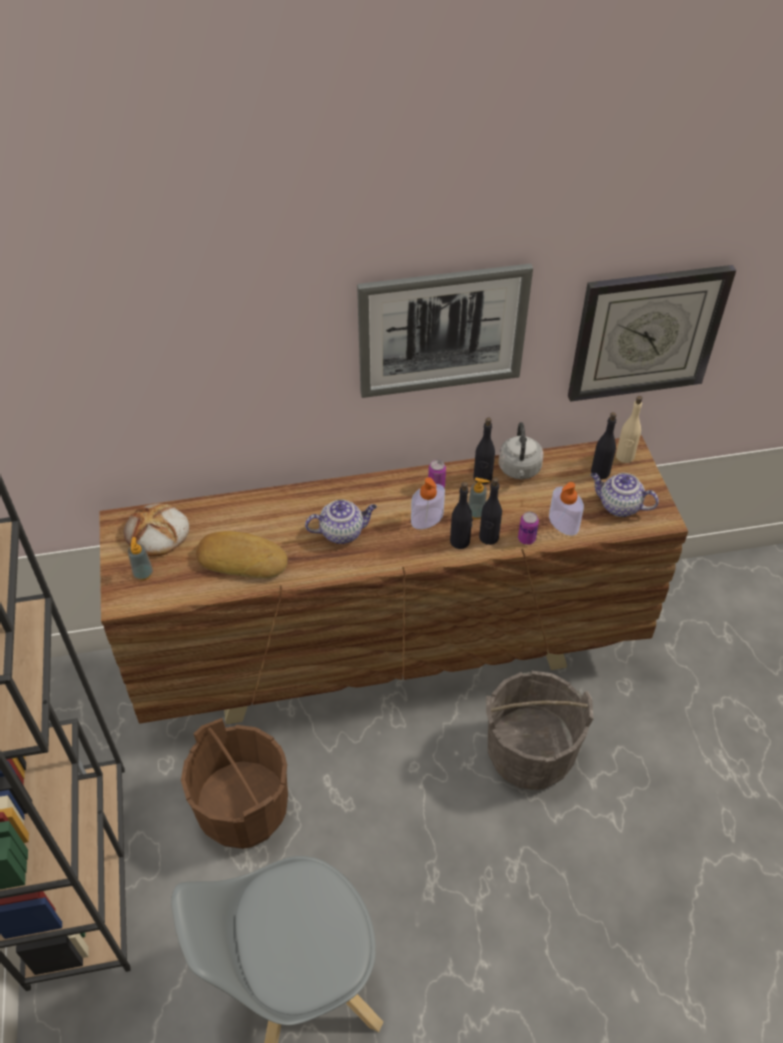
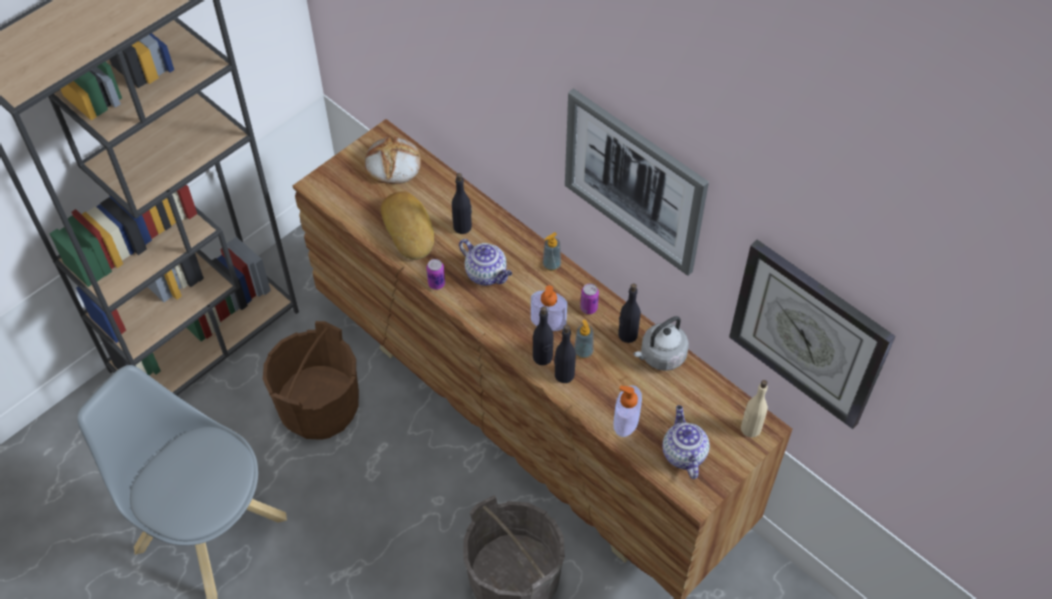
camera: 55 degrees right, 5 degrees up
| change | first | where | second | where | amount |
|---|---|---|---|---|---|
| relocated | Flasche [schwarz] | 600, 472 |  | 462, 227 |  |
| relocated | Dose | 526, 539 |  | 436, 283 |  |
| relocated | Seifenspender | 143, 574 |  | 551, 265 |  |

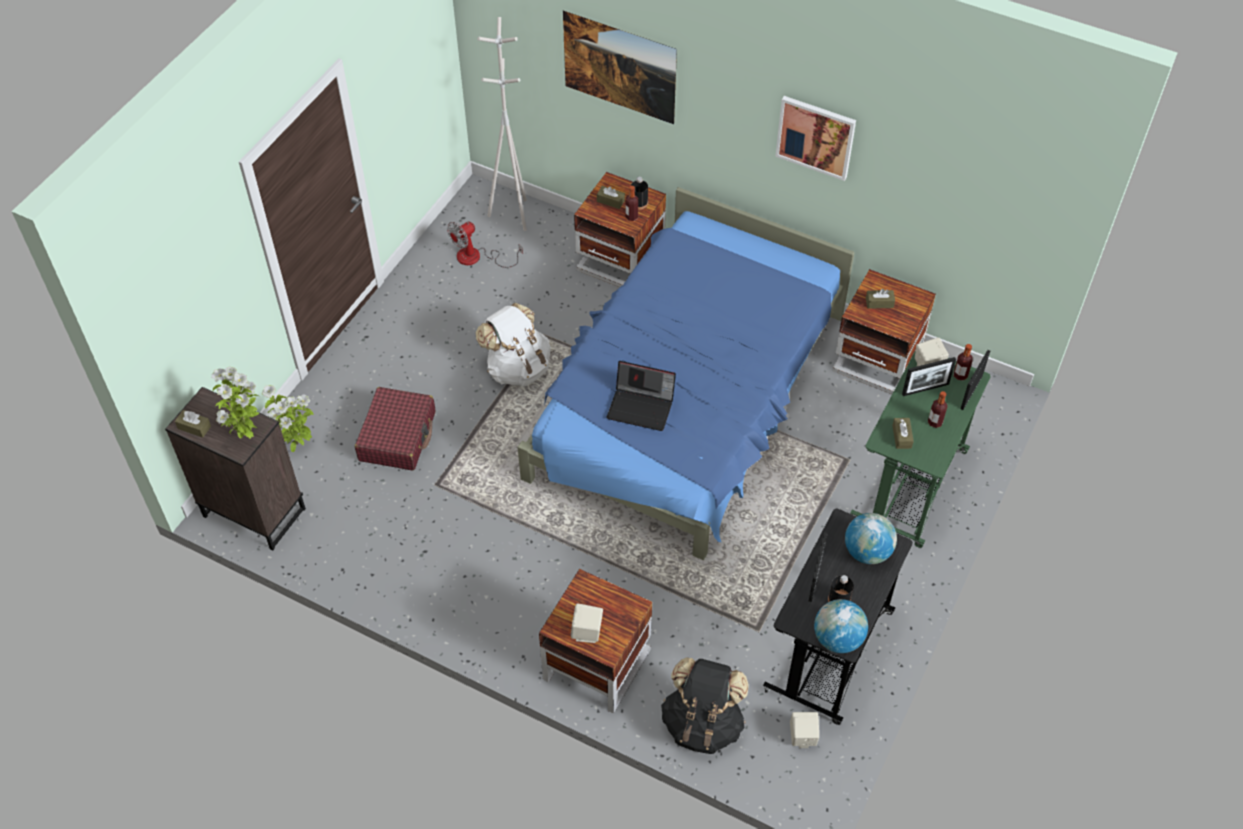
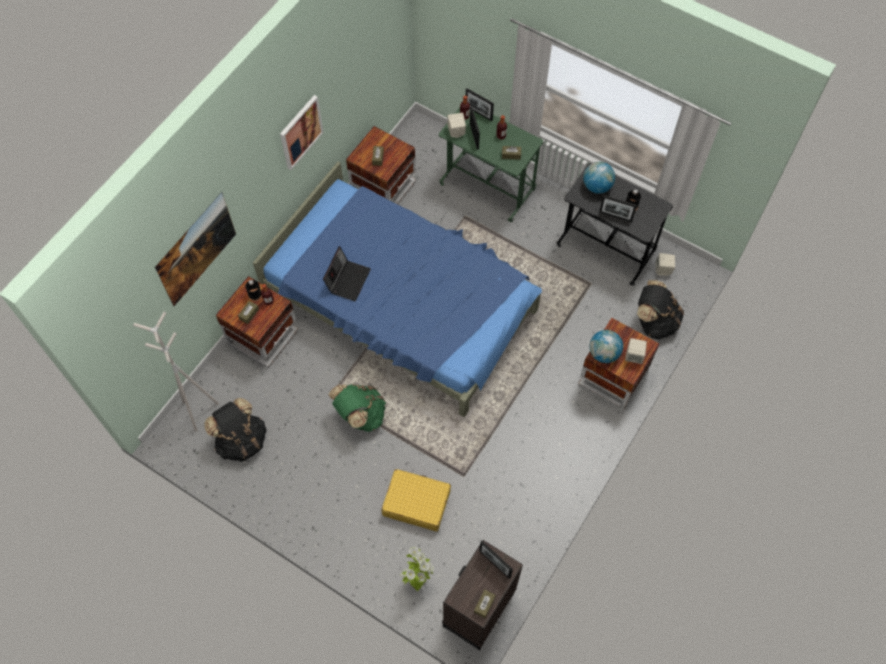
camera: 85 degrees left, 10 degrees up
| change | first | where | second | where | amount |
|---|---|---|---|---|---|
| exchanged | Ventilator | 477, 258 | Rucksack [schwarz] | 241, 440 |  |
| colour | Rucksack [weiß] | 517, 367 | Rucksack [grün] | 360, 415 |  |
| relocated | Laptop | 641, 407 |  | 348, 279 |  |
| exchanged | Topfpflanze | 245, 435 | Bilderrahmen | 495, 564 |  |
| colour | Koffer [rot] | 398, 436 | Koffer [gelb] | 416, 503 |  |
| relocated | Globus | 837, 638 |  | 603, 353 |  |

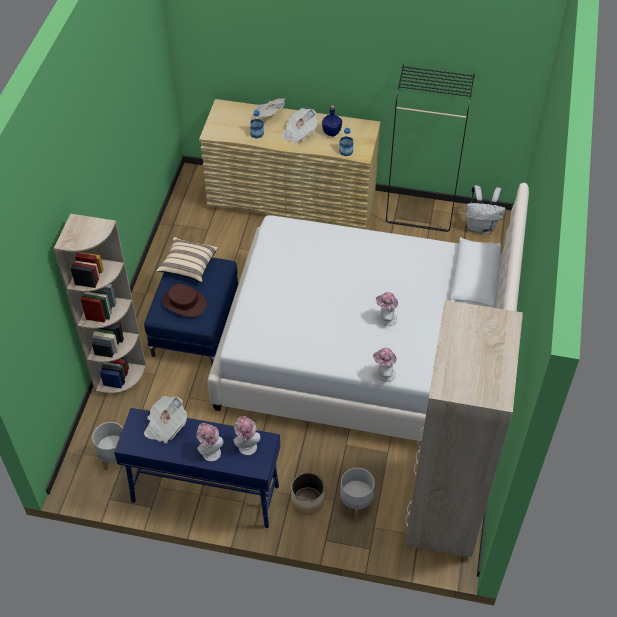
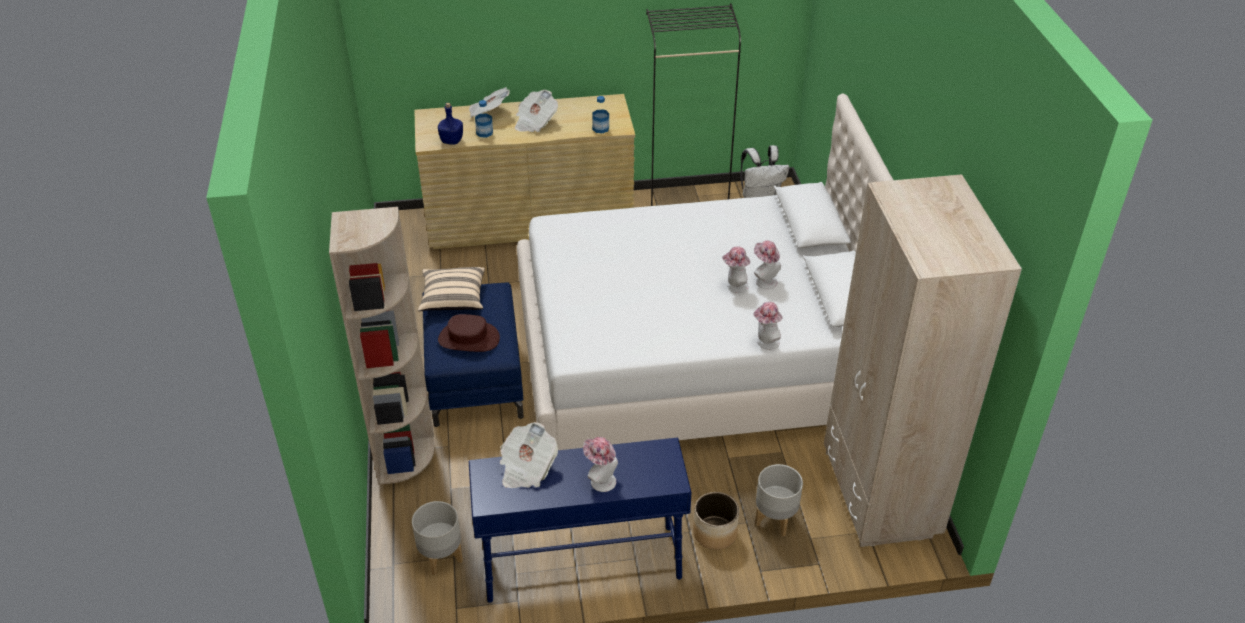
camera: 20 degrees left, 10 degrees down
| change | first | where | second | where | amount |
|---|---|---|---|---|---|
| relocated | Flasche [blau] | 331, 132 |  | 451, 141 |  |
| relocated | Hut | 246, 444 |  | 764, 280 |  |

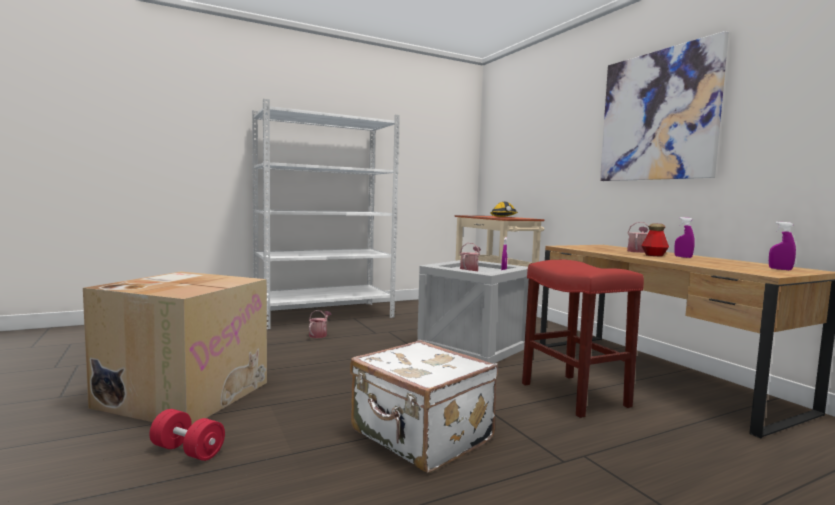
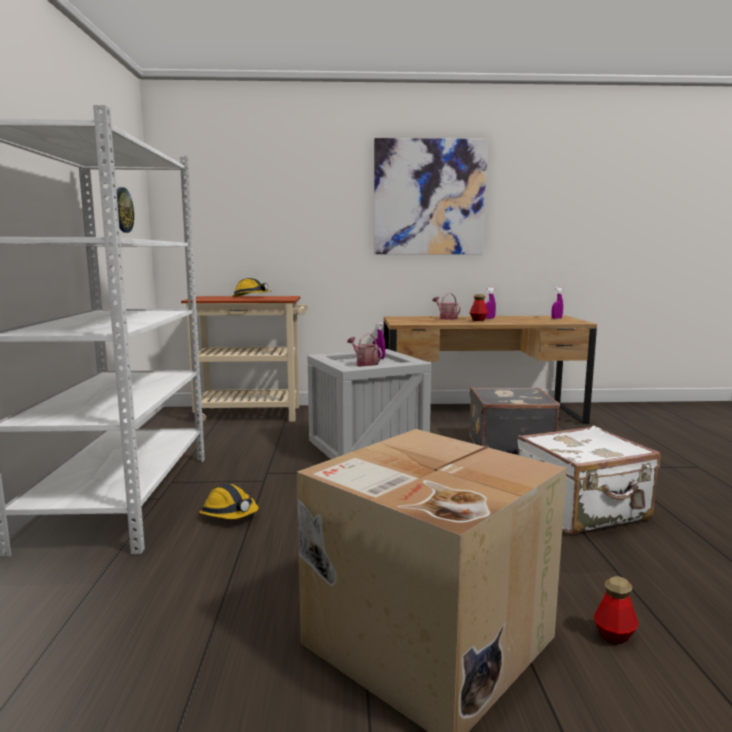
camera: 65 degrees left, 5 degrees up
| change | first | where | second | where | amount |
|---|---|---|---|---|---|
| exchanged | Hocker [rot] | 572, 394 | Koffer [grau] | 508, 444 |  |
| exchanged | Gießkanne | 319, 334 | Schutzhelm | 230, 514 |  |
| exchanged | Hantel [rot] | 188, 451 | Flasche | 614, 635 |  |
| appeared |  |  | Wanduhr | 122, 210 |  |

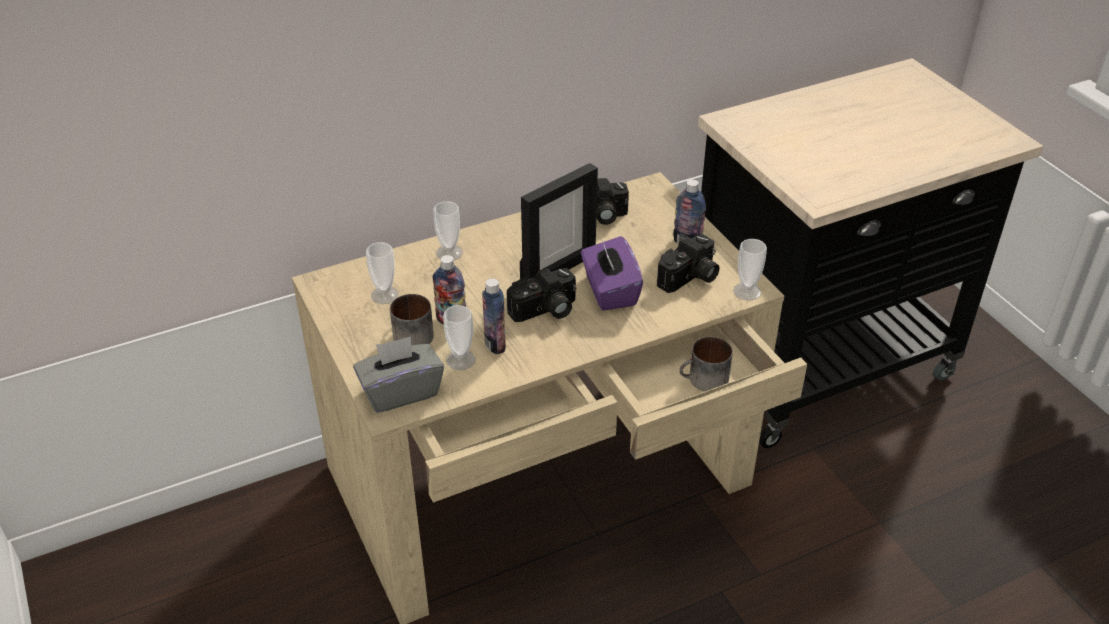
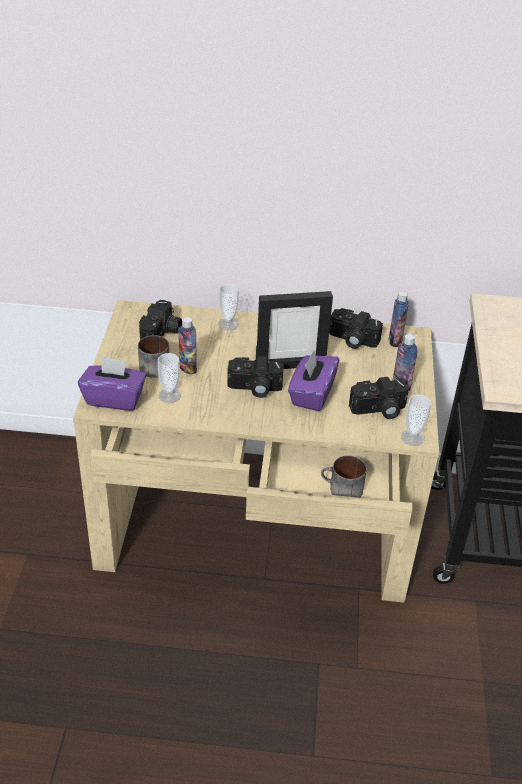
camera: 30 degrees right, 0 degrees up
| change | first | where | second | where | amount |
|---|---|---|---|---|---|
| exchanged | Tasse | 384, 295 | Kamera | 162, 334 |  |
| relocated | Flasche | 495, 344 |  | 395, 341 |  |
| colour | Taschentuchbox [grau] | 401, 392 | Taschentuchbox [lila] | 114, 398 |  |

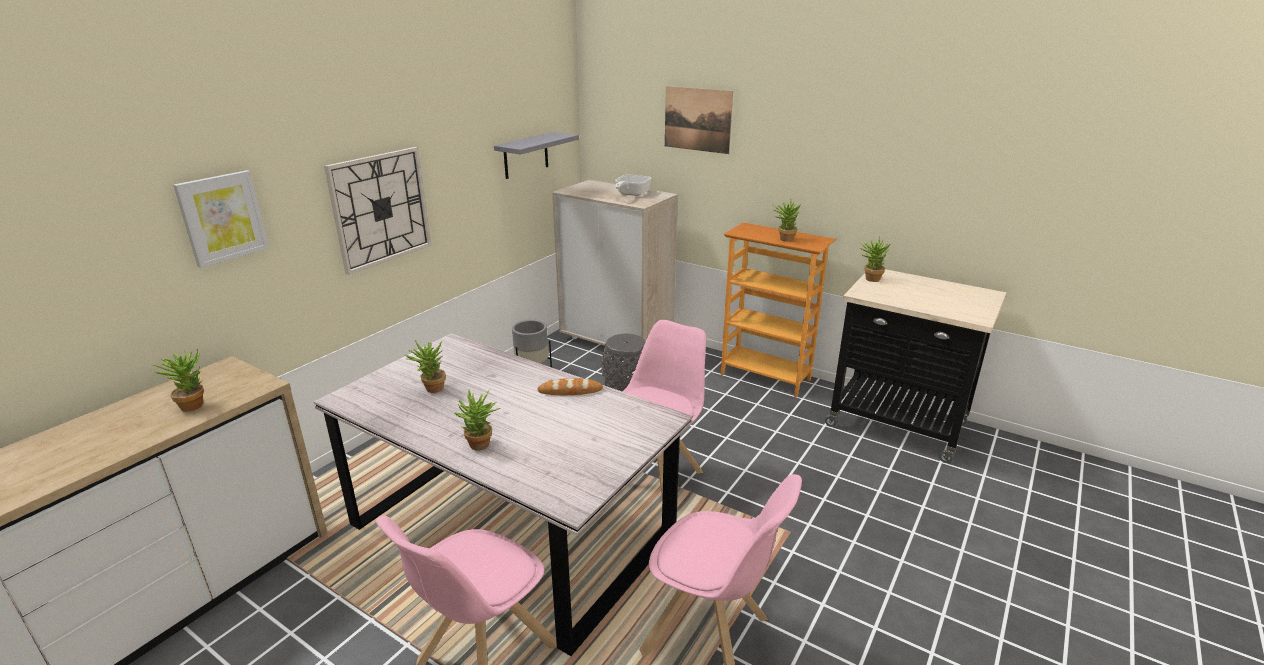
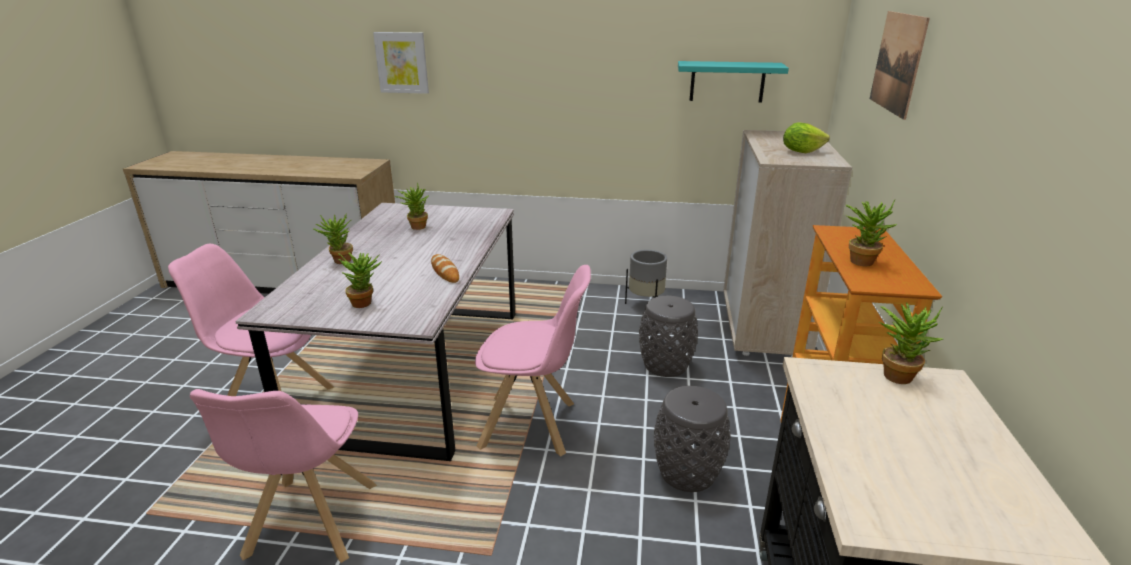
camera: 65 degrees right, 0 degrees up
| change | first | where | second | where | amount |
|---|---|---|---|---|---|
| colour | Wandregal [grau] | 526, 155 | Wandregal [türkis] | 727, 81 |  |
| missing | Wanduhr | 381, 208 |  |  |  |
| exchanged | Pfanne | 631, 194 | Salatkopf | 801, 151 |  |
| relocated | Topfpflanze | 193, 404 |  | 365, 302 |  |
| appeared |  |  | Hocker [grau] | 687, 472 |  |

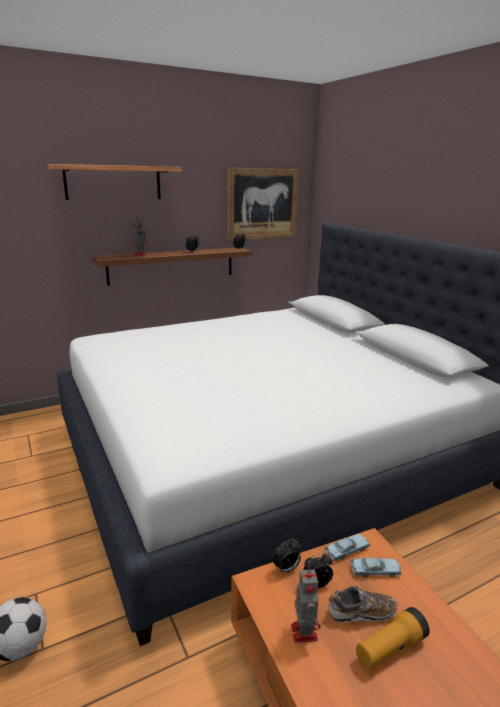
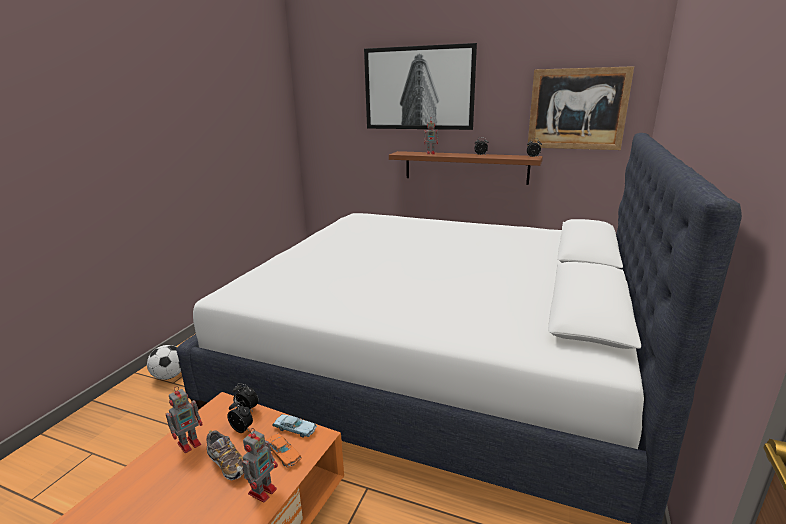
camera: 50 degrees right, 0 degrees up
| change | first | where | second | where | amount |
|---|---|---|---|---|---|
| exchanged | Wandregal | 113, 182 | Bild | 419, 88 |  |
| colour | Spielzeugauto [blau] | 375, 571 | Spielzeugauto [orange] | 283, 453 |  |
| missing | Taschenlampe | 390, 648 |  |  |  |
| appeared |  |  | Spielzeugroboter | 263, 490 |  |

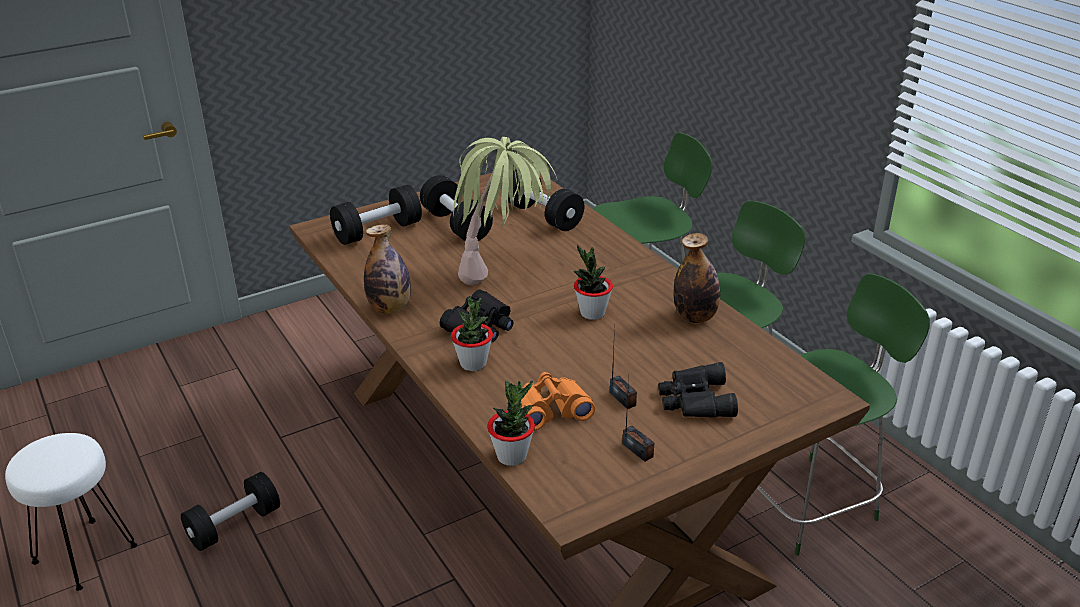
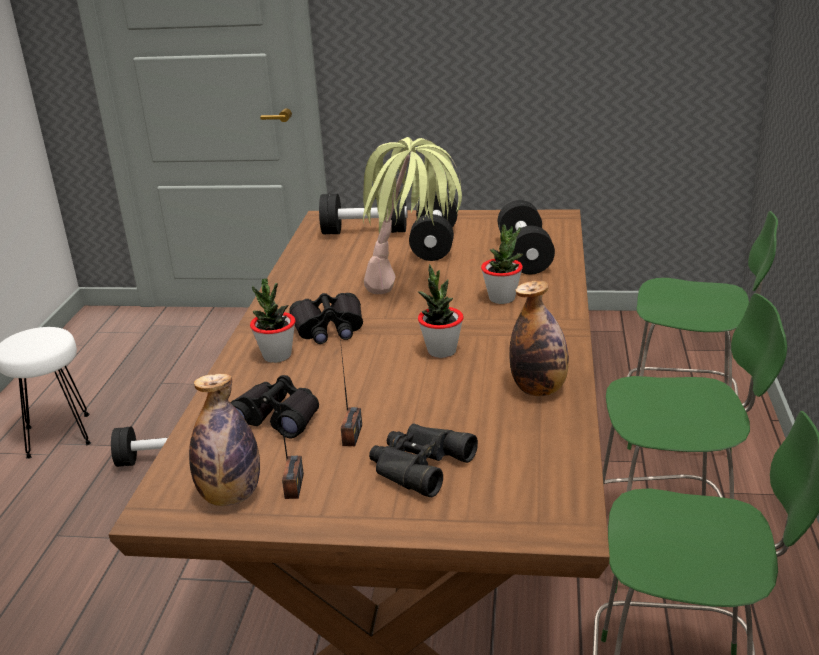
camera: 40 degrees right, 5 degrees down
| change | first | where | second | where | amount |
|---|---|---|---|---|---|
| relocated | Flasche | 390, 308 |  | 230, 496 |  |
| colour | Fernglas [orange] | 551, 410 | Fernglas [schwarz] | 278, 418 |  |
| relocated | Topfpflanze | 512, 456 |  | 502, 298 |  |

